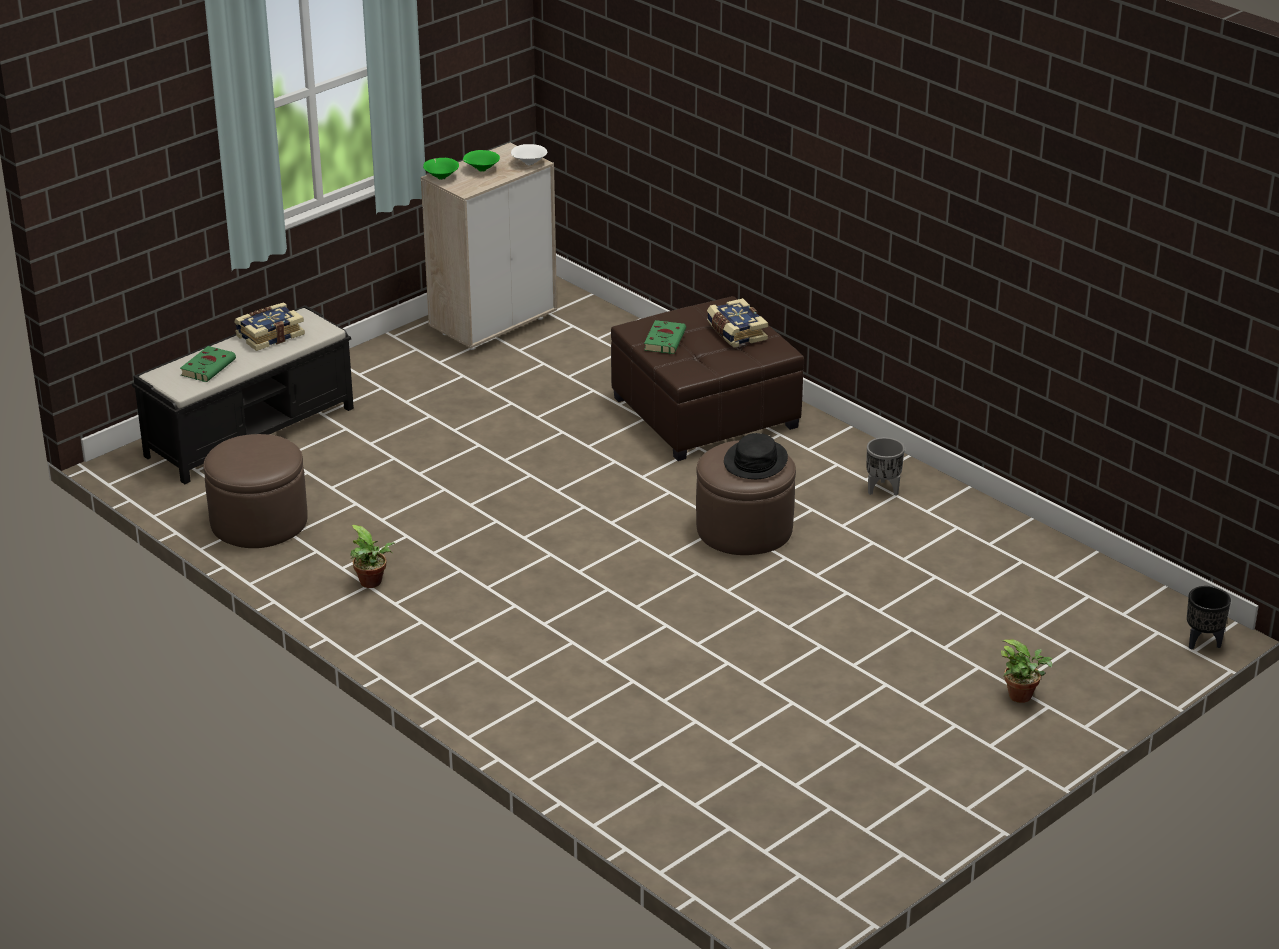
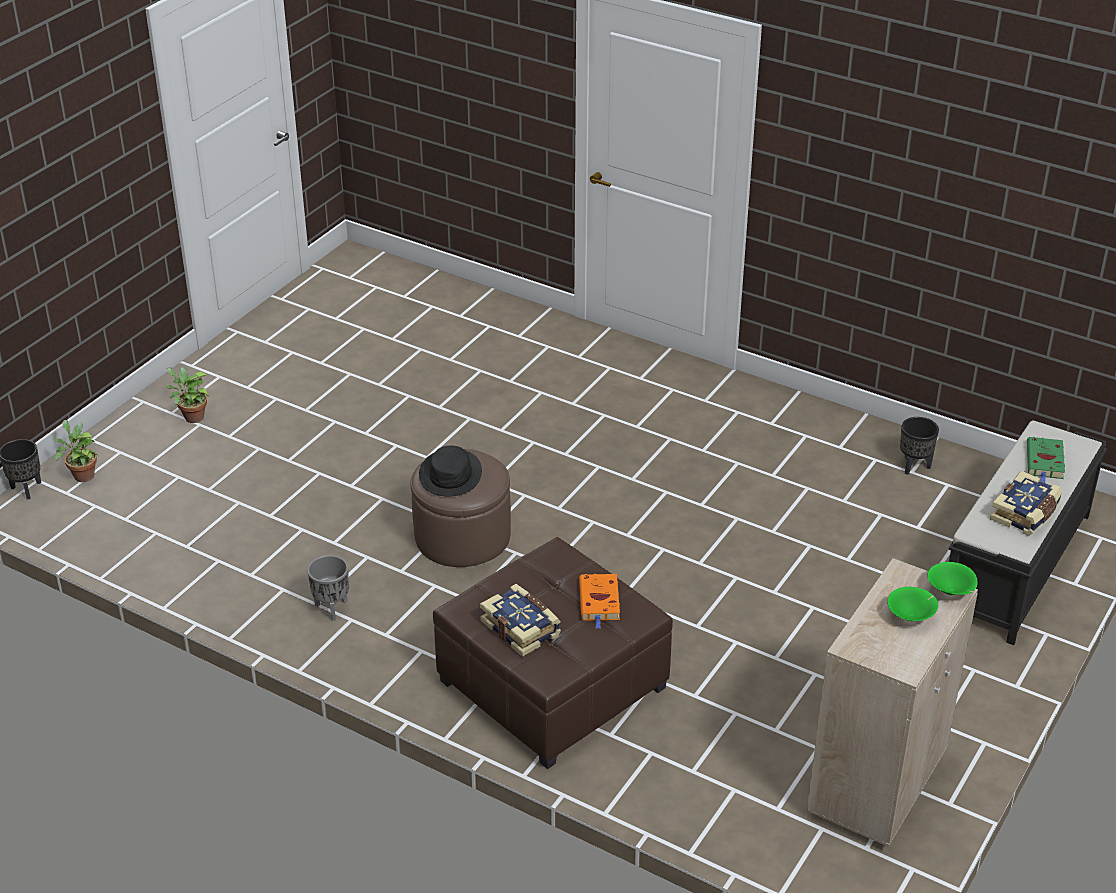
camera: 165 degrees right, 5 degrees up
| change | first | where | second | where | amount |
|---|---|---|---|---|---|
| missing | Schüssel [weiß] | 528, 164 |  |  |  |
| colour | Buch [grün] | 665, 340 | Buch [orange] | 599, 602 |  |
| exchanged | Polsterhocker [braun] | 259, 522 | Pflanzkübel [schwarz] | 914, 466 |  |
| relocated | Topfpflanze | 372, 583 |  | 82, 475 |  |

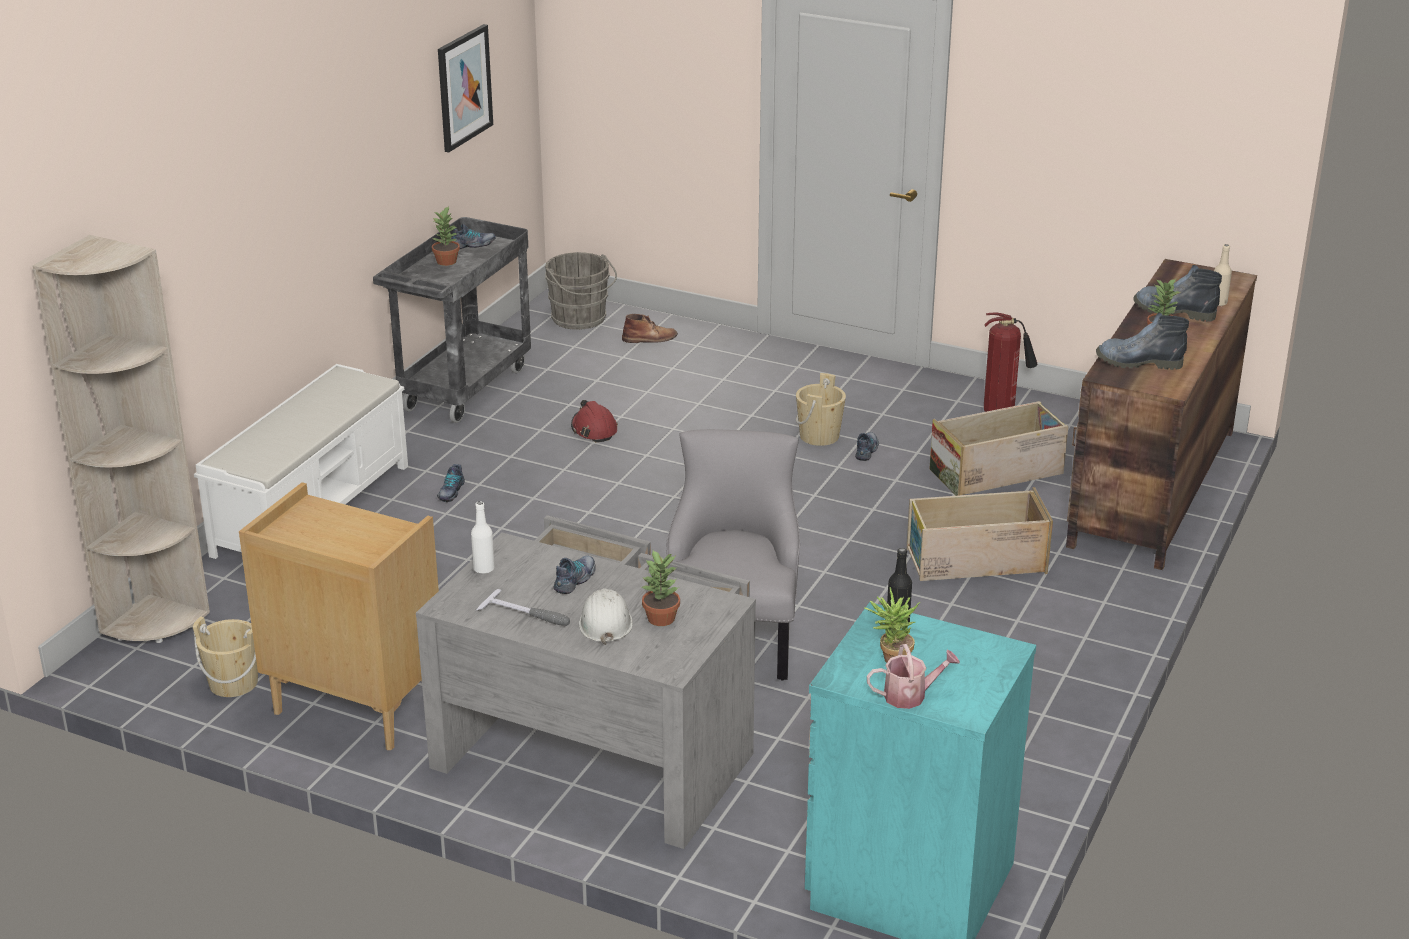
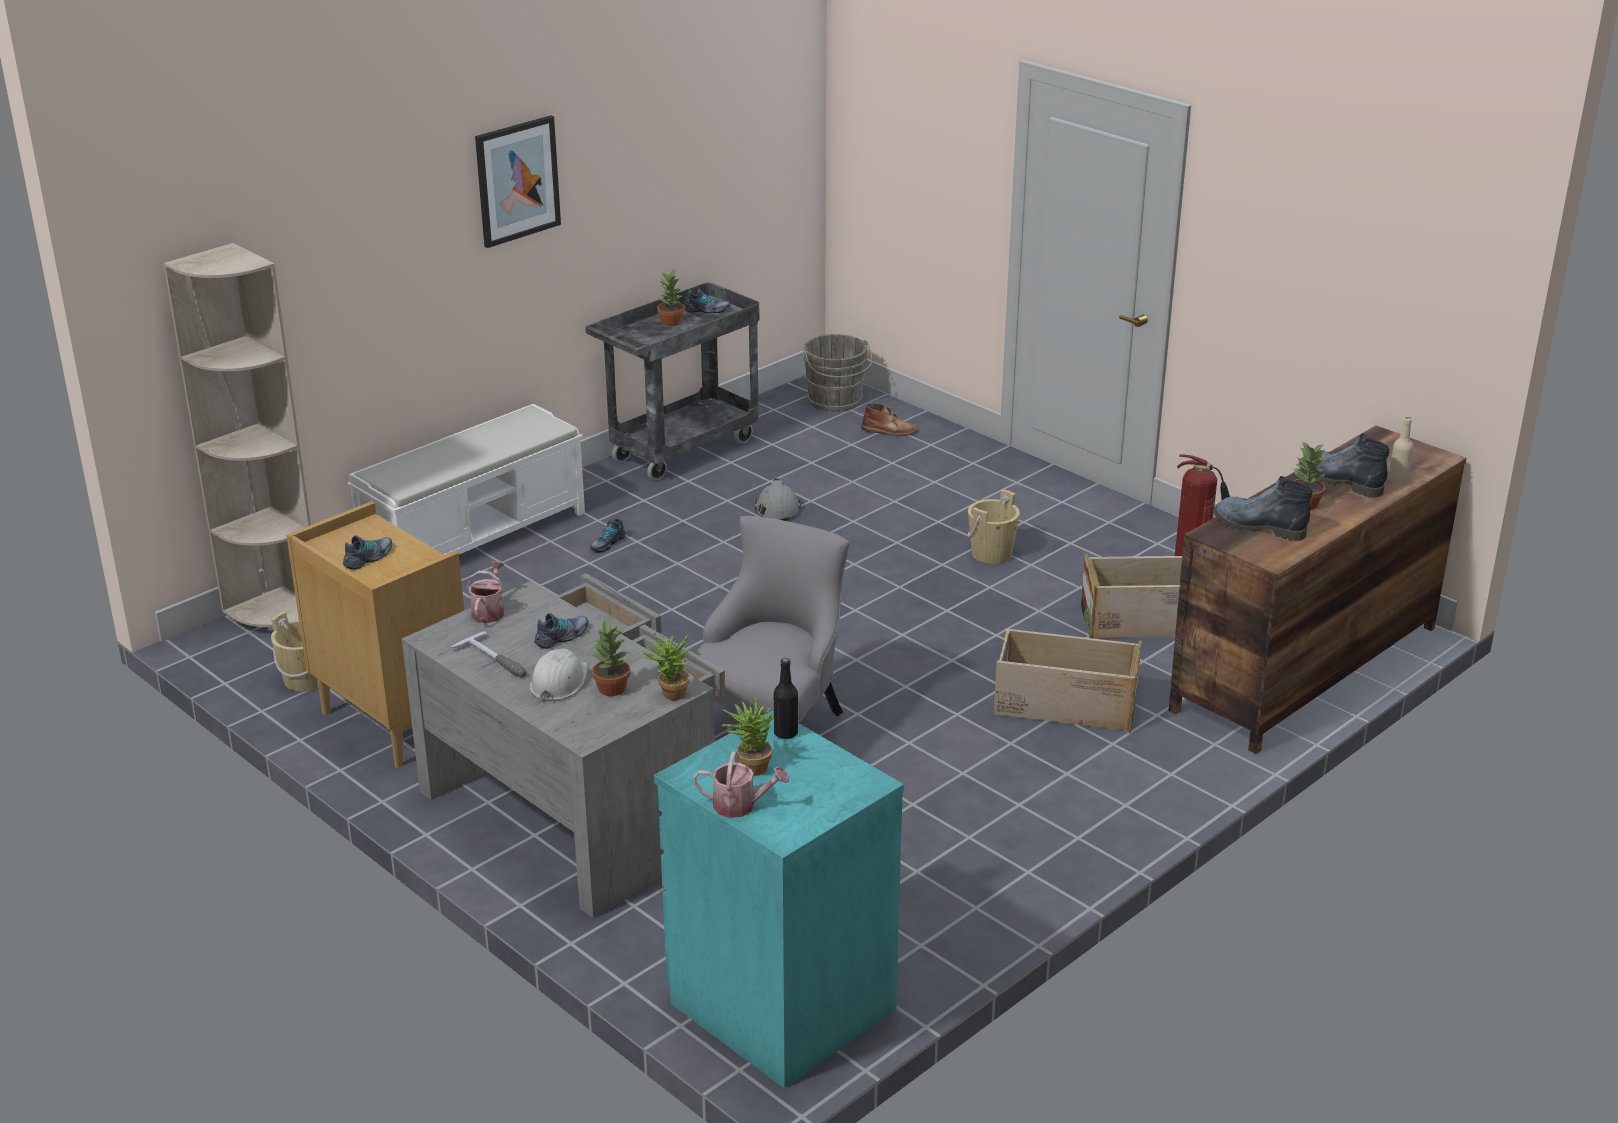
camera: 20 degrees right, 0 degrees up
| change | first | where | second | where | amount |
|---|---|---|---|---|---|
| relocated | Bild | 464, 87 |  | 517, 180 |  |
| colour | Schutzhelm [rot] | 594, 429 | Schutzhelm [grau] | 777, 509 |  |
| relocated | Schuh | 867, 450 |  | 369, 558 |  |
| exchanged | Flasche [weiß] | 484, 569 | Gießkanne | 489, 611 |  |
| appeared |  |  | Topfpflanze | 670, 696 |  |

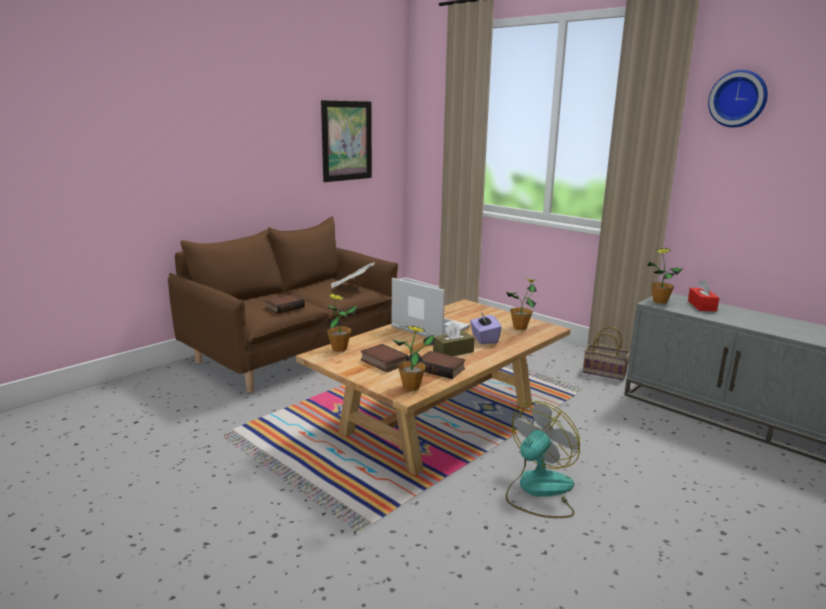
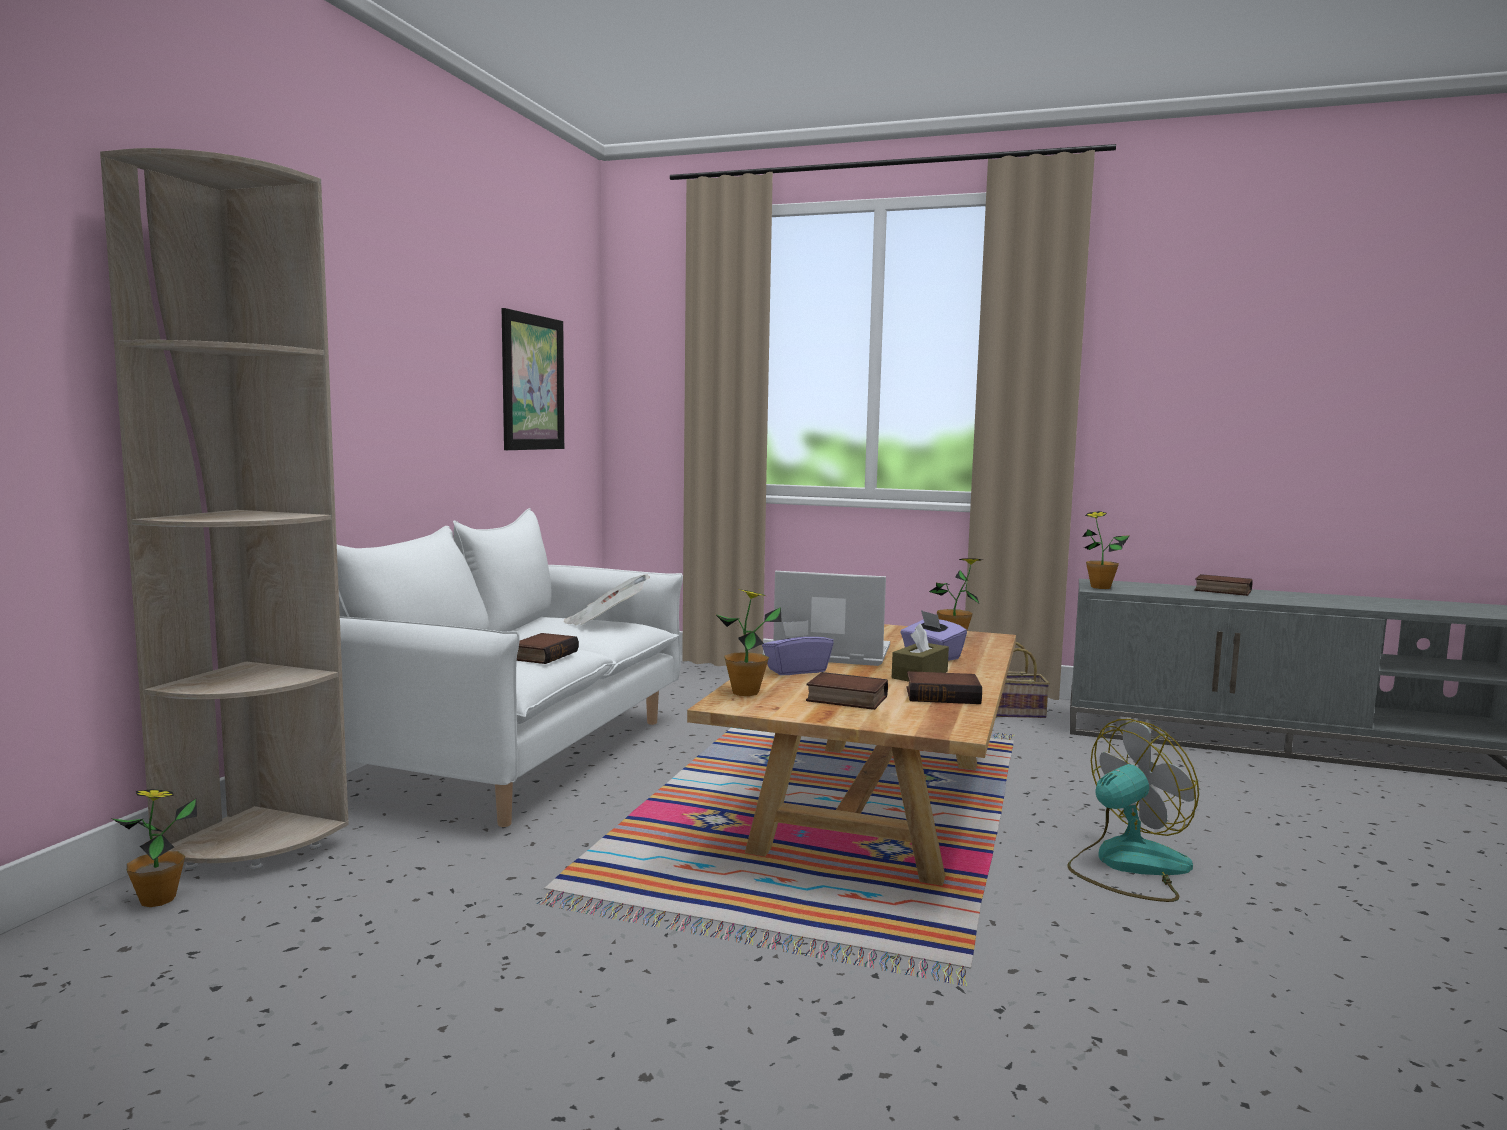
camera: 25 degrees left, 10 degrees down
| change | first | where | second | where | amount |
|---|---|---|---|---|---|
| missing | Wanduhr | 738, 99 |  |  |  |
| colour | Sofa [braun] | 293, 353 | Sofa [weiß] | 512, 756 |  |
| missing | Taschentuchbox [rot] | 701, 306 |  |  |  |
| relocated | Topfpflanze | 411, 387 |  | 158, 900 |  |
| spun | Ventilator | 538, 491 |  | 1127, 866 | 45 degrees clockwise |
| appeared |  |  | Bücherregal [beige] | 255, 854 |  |
| appeared |  |  | Buch | 1221, 591 |  |
| appeared |  |  | Taschentuchbox [lila] | 796, 670 |  |

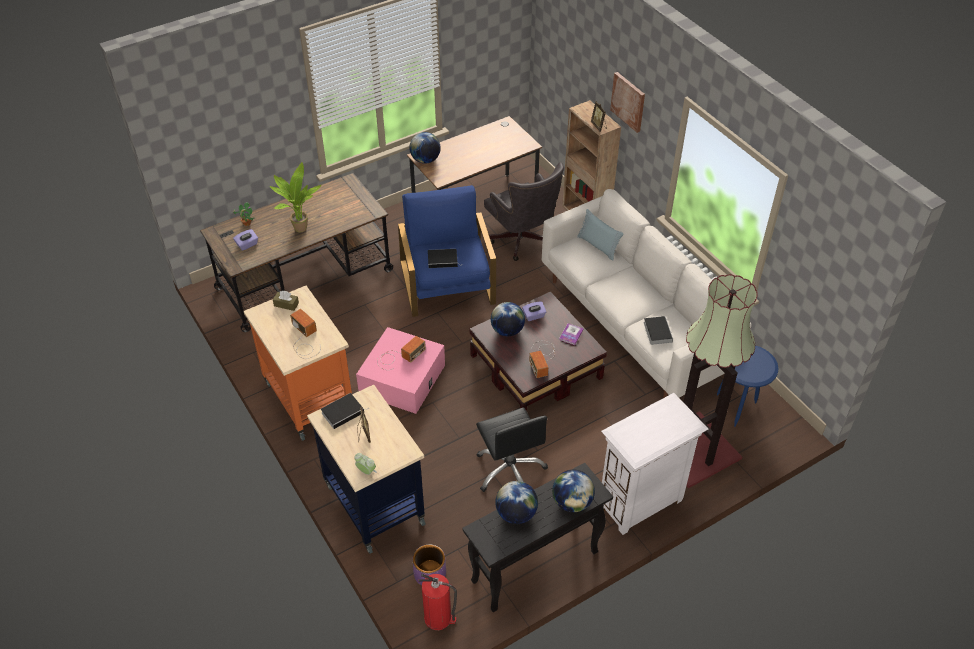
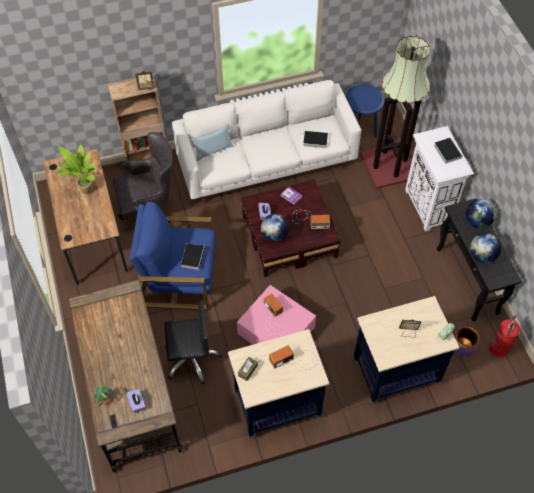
camera: 75 degrees left, 10 degrees up
| change | first | where | second | where | amount |
|---|---|---|---|---|---|
| missing | Bild | 628, 101 |  |  |  |
| missing | Globus | 425, 160 |  |  |  |
| relocated | Topfpflanze | 299, 228 |  | 85, 191 |  |
| colour | Rollwagen [orange] | 308, 399 | Rollwagen [blau] | 277, 406 |  |
| relocated | Buch | 343, 412 |  | 446, 151 |  |
| relocated | Bürostuhl [schwarz] | 510, 470 |  | 191, 359 |  |

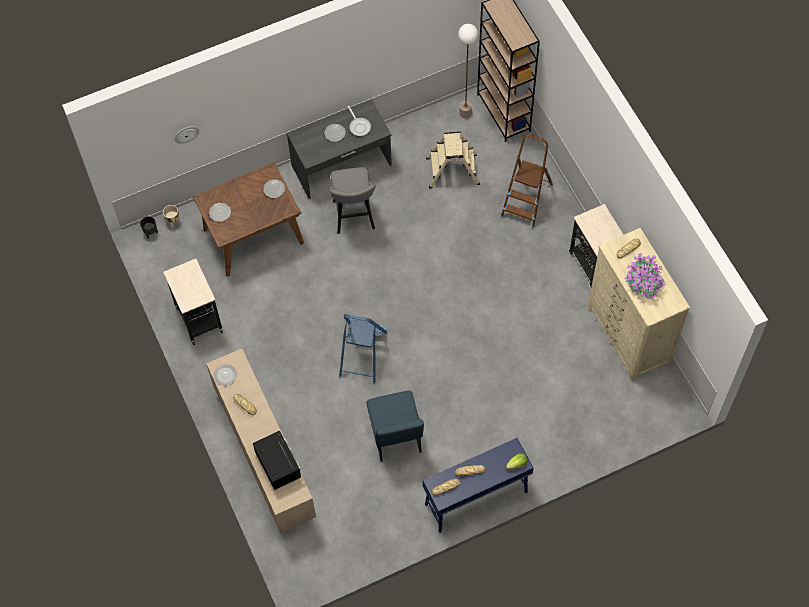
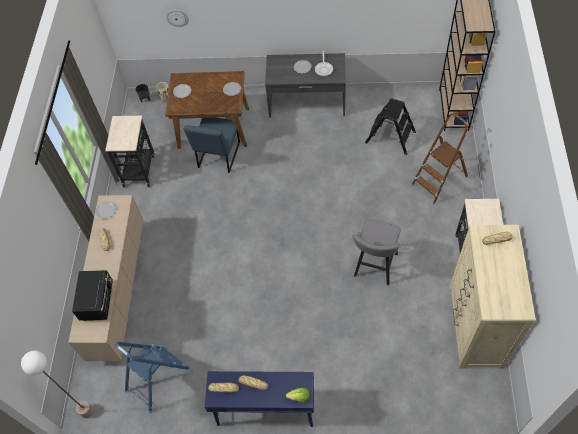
camera: 30 degrees right, 5 degrees down
| change | first | where | second | where | amount |
|---|---|---|---|---|---|
| relocated | Stehlampe | 465, 113 |  | 87, 411 |  |
| colour | Trittleiter [beige] | 452, 171 | Trittleiter [schwarz] | 390, 137 |  |
| relocated | Hocker [grau] | 354, 219 |  | 374, 269 |  |
| missing | Topfpflanze | 643, 283 |  |  |  |
| relocated | Trittleiter [blau] | 363, 353 |  | 158, 378 |  |
| relocated | Stuhl [blau] | 395, 436 |  | 218, 156 |  |

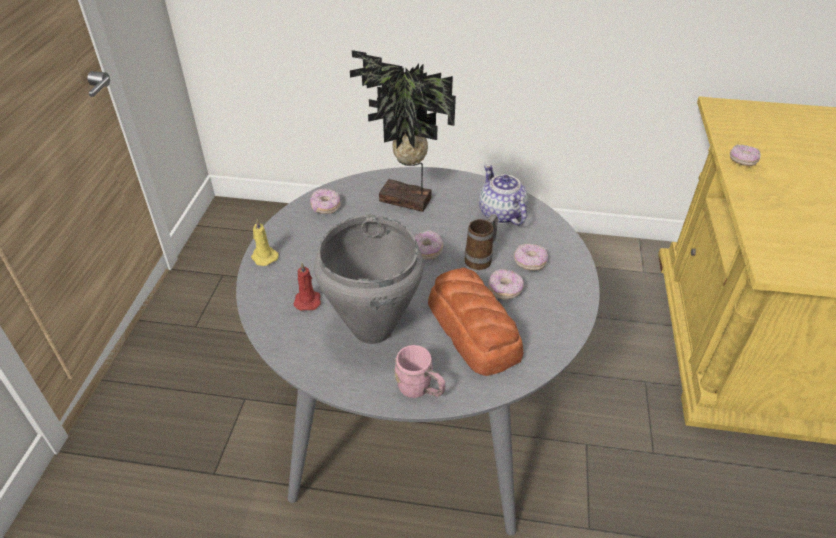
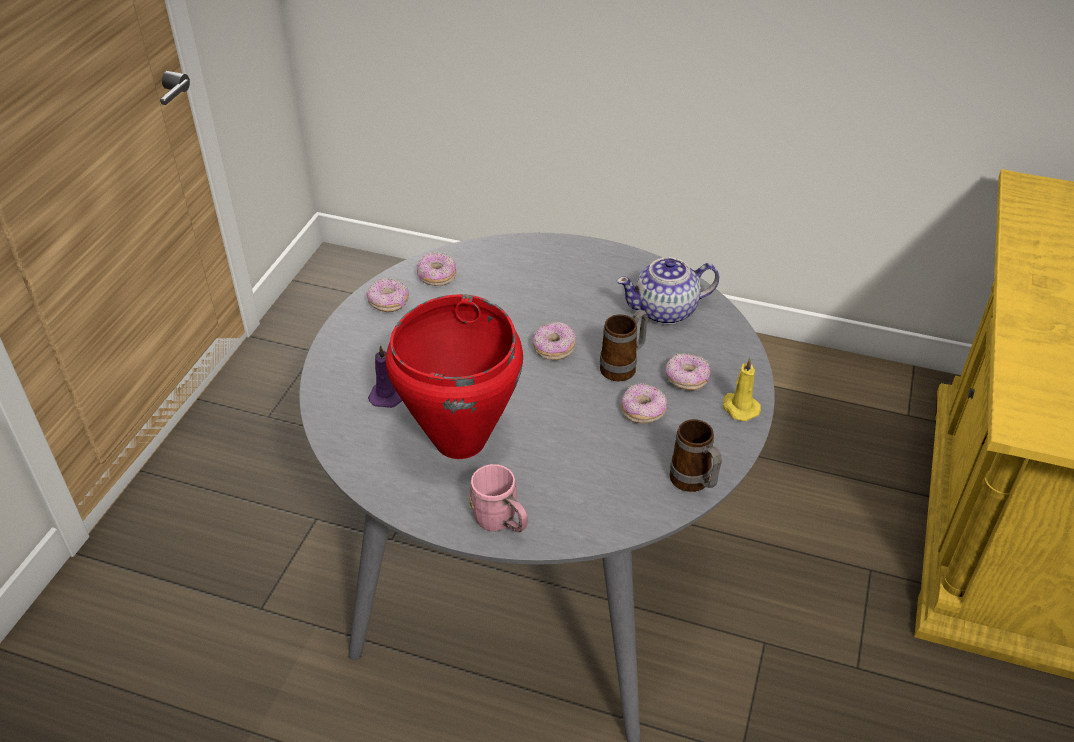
camera: 10 degrees right, 0 degrees up
| change | first | where | second | where | amount |
|---|---|---|---|---|---|
| missing | Topfpflanze | 405, 202 |  |  |  |
| relocated | Donut | 742, 161 |  | 389, 303 |  |
| spun | Teekanne | 501, 214 |  | 666, 311 | 90 degrees counterclockwise |
| colour | Kochtopf [grau] | 371, 329 | Kochtopf [rot] | 459, 441 |  |
| relocated | Kerze [gelb] | 264, 257 |  | 739, 407 |  |
| colour | Kerze [rot] | 307, 300 | Kerze [lila] | 387, 394 |  |
| missing | Brot | 473, 331 |  |  |  |
| appeared |  |  | Henkelbecher | 694, 484 |  |

